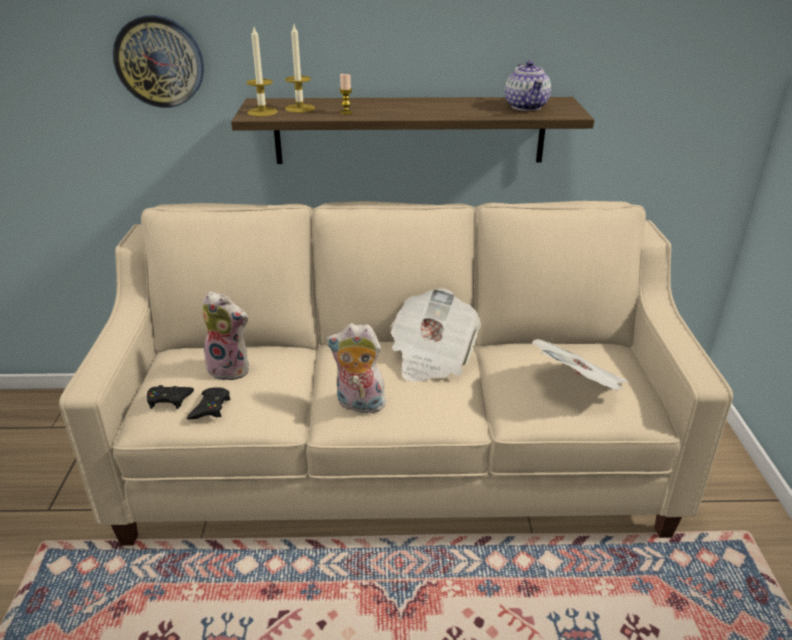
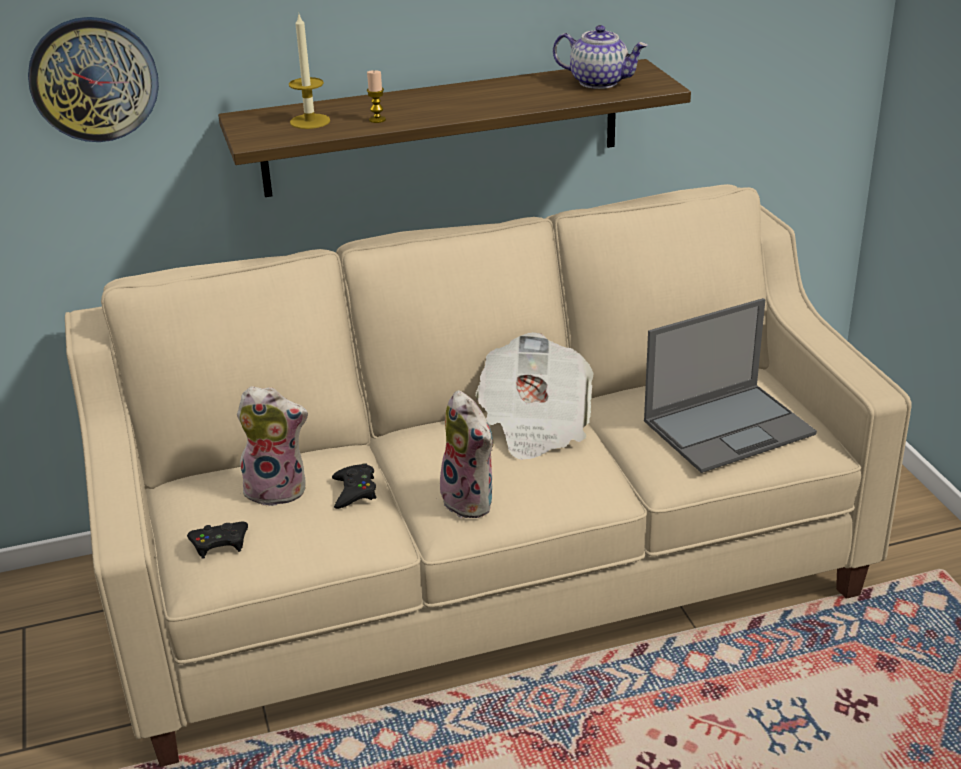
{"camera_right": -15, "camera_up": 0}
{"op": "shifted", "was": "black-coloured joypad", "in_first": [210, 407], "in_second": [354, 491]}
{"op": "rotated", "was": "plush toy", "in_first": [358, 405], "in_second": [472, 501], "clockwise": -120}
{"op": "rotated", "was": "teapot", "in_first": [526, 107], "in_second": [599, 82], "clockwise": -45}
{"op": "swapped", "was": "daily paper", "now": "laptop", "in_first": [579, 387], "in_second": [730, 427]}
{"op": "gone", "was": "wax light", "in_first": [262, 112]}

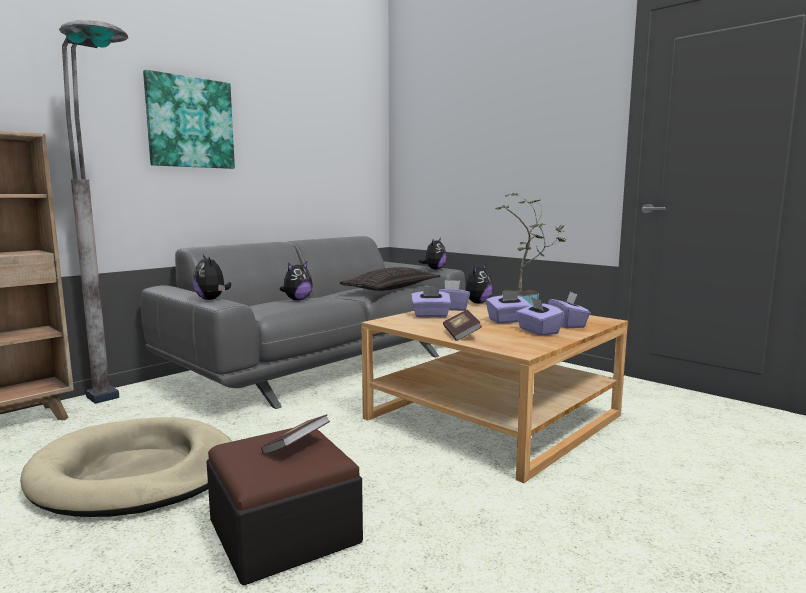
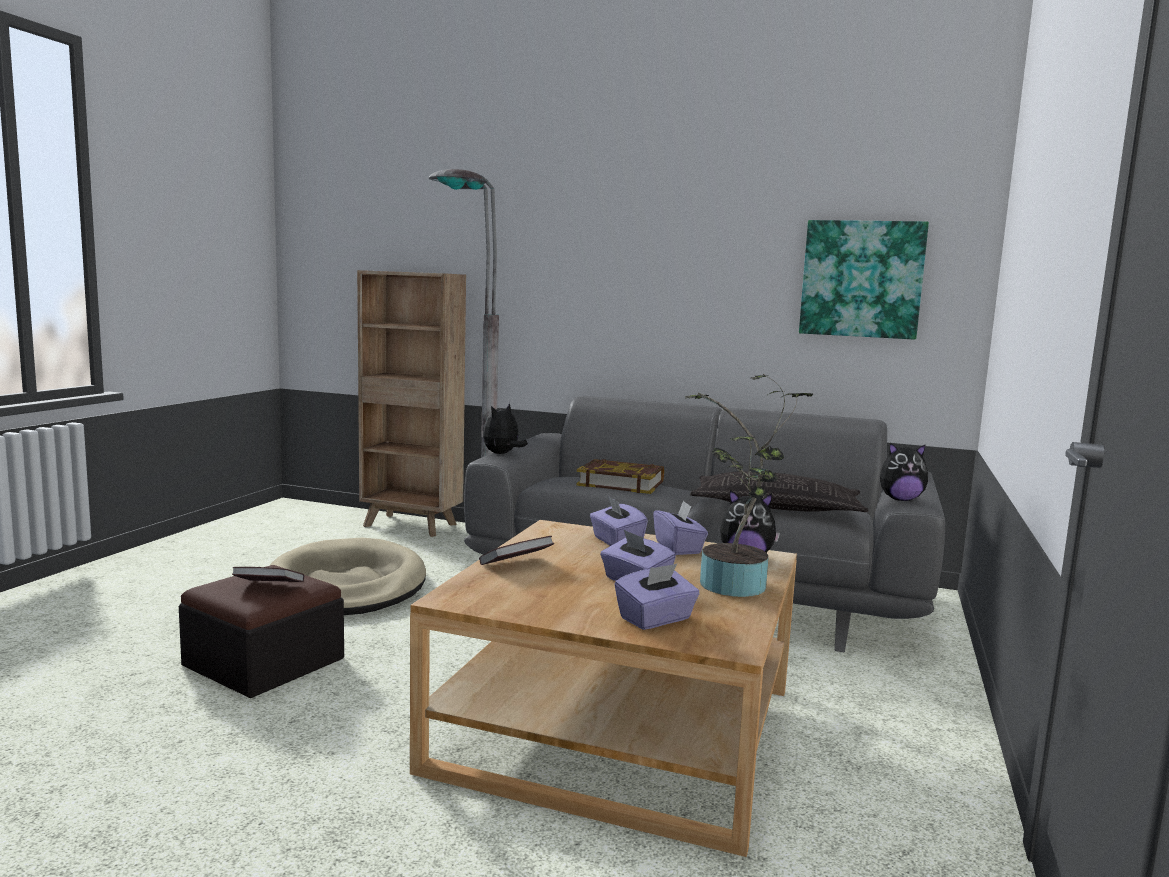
{"camera_right": 65, "camera_up": 0}
{"op": "swapped", "was": "plush toy", "now": "volume", "in_first": [297, 300], "in_second": [621, 483]}
{"op": "shifted", "was": "wall picture", "in_first": [190, 123], "in_second": [861, 279]}
{"op": "gone", "was": "purplish tissue holder", "in_first": [538, 331]}

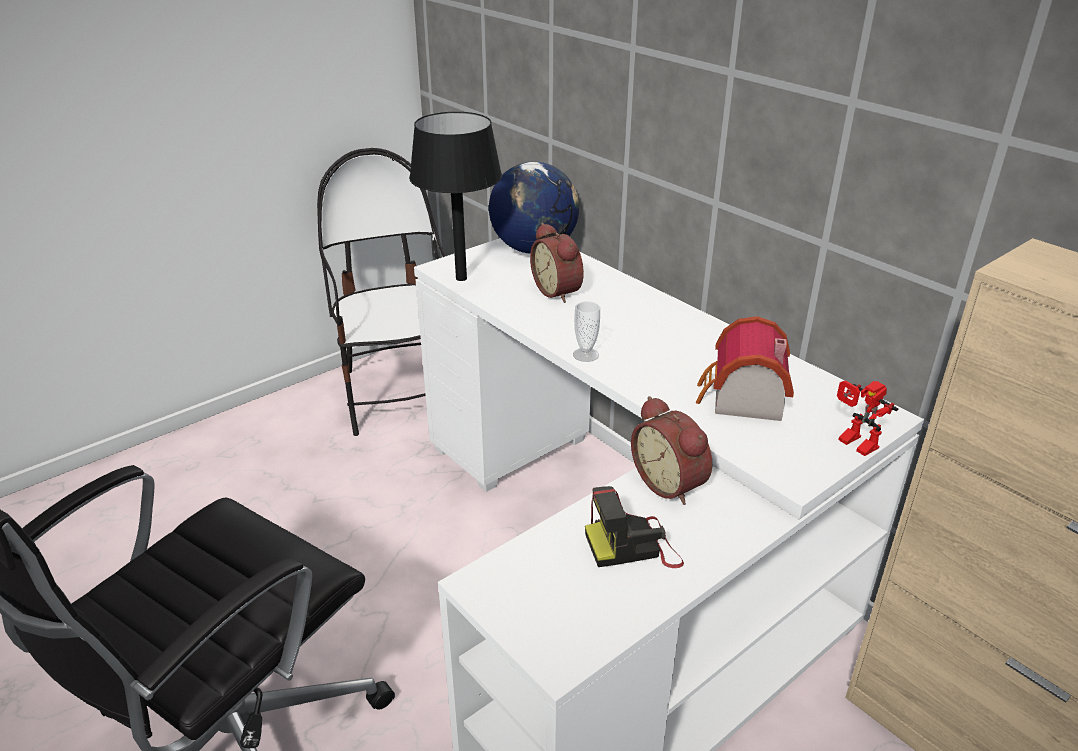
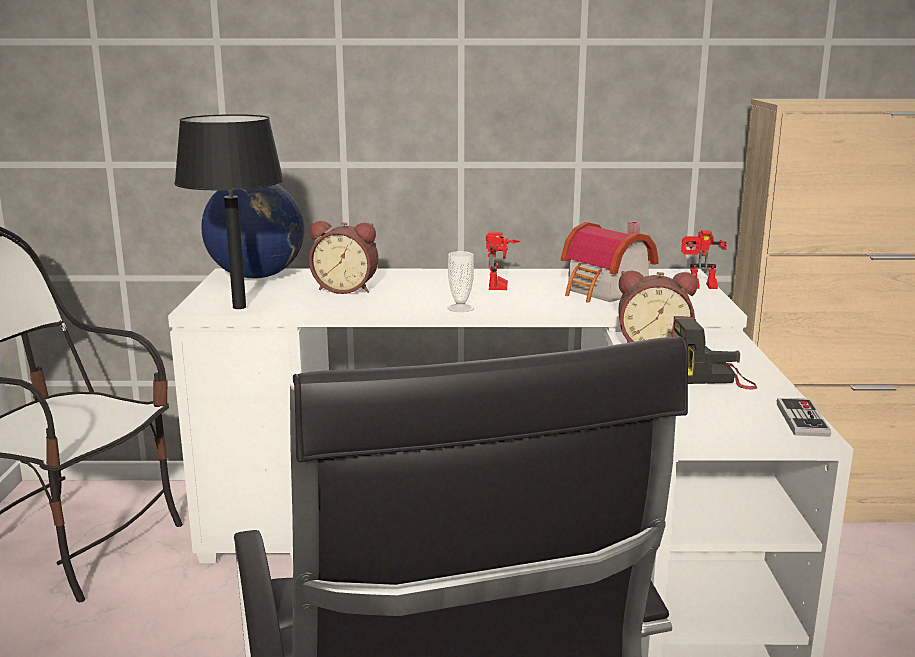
{"camera_right": -50, "camera_up": -15}
{"op": "new", "now": "robot figure", "in_second": [502, 287]}
{"op": "rotated", "was": "still camera", "in_first": [633, 546], "in_second": [710, 377], "clockwise": 60}
{"op": "new", "now": "joypad", "in_second": [802, 420]}

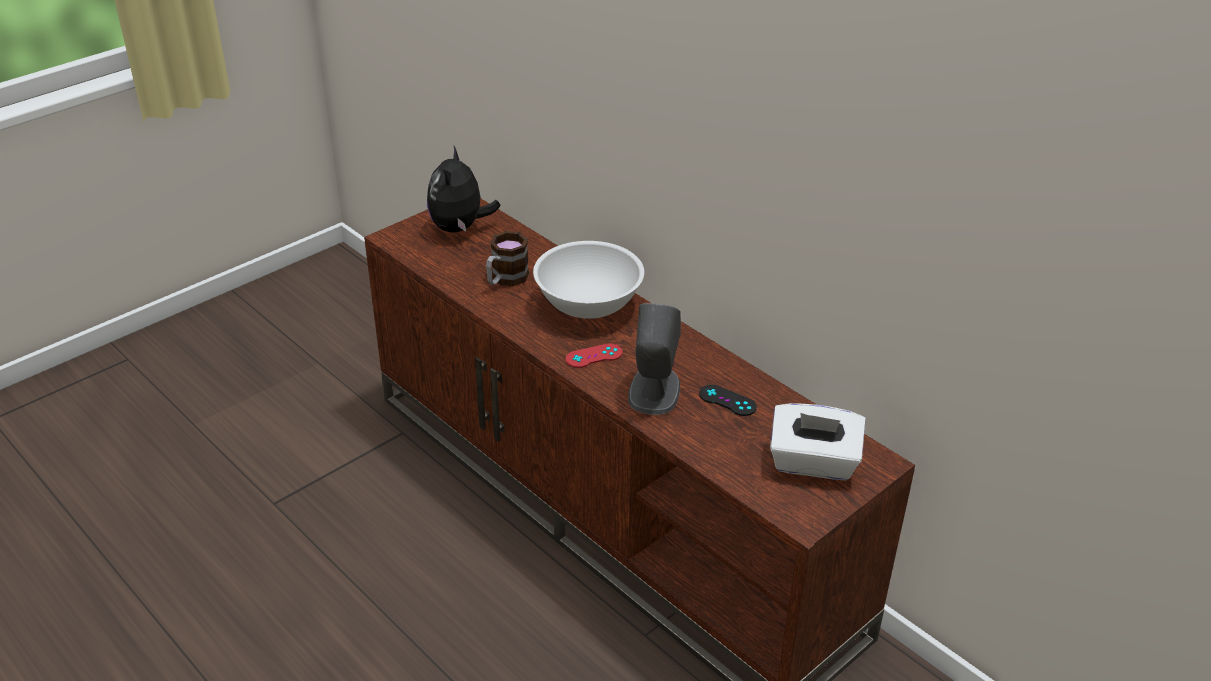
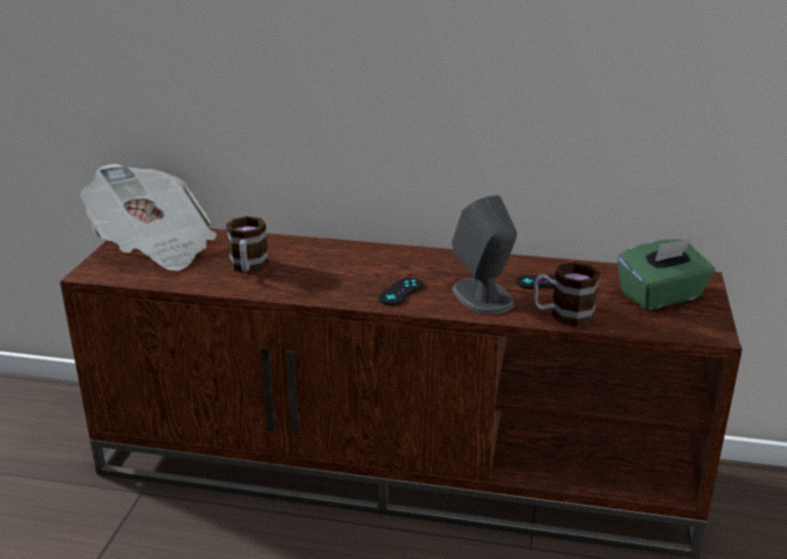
{"camera_right": -35, "camera_up": -10}
{"op": "swapped", "was": "plush toy", "now": "daily paper", "in_first": [460, 228], "in_second": [154, 247]}
{"op": "repainted", "was": "reddish joypad", "now": "black-coloured joypad", "in_first": [594, 356], "in_second": [401, 292]}
{"op": "new", "now": "mug", "in_second": [563, 315]}
{"op": "repainted", "was": "whitish tissue holder", "now": "greenish tissue holder", "in_first": [813, 463], "in_second": [661, 296]}
{"op": "gone", "was": "whitish serving bowl", "in_first": [588, 304]}

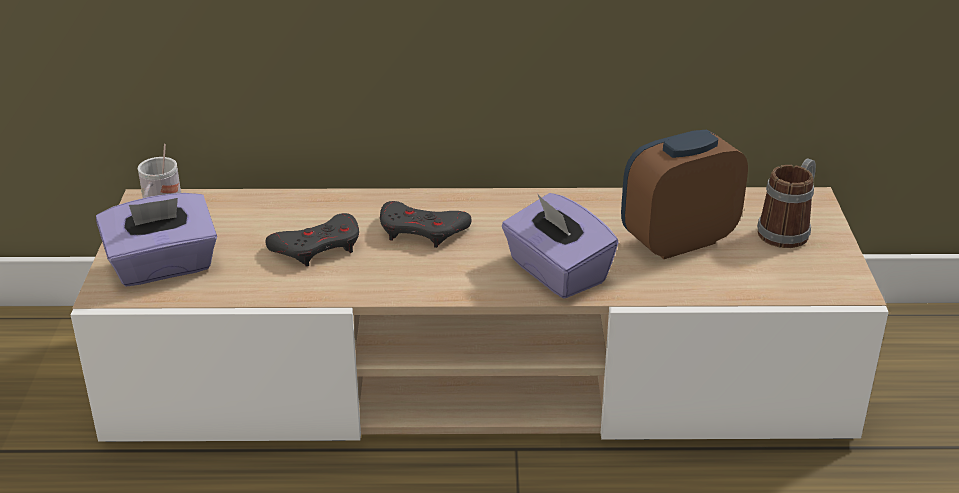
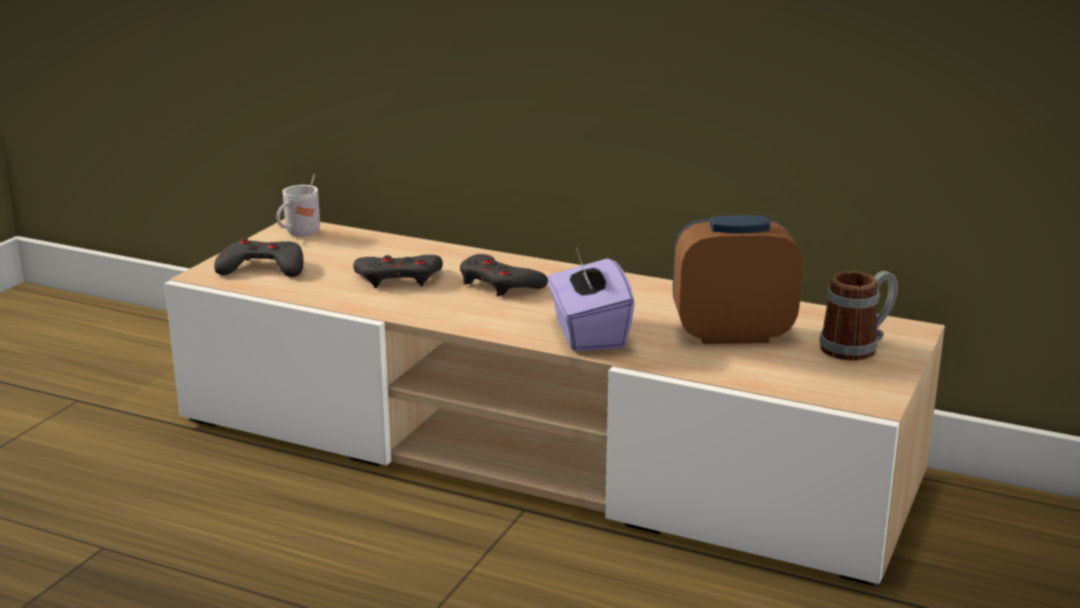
{"camera_right": 25, "camera_up": -10}
{"op": "swapped", "was": "purplish tissue holder", "now": "greyish joypad", "in_first": [163, 267], "in_second": [262, 268]}

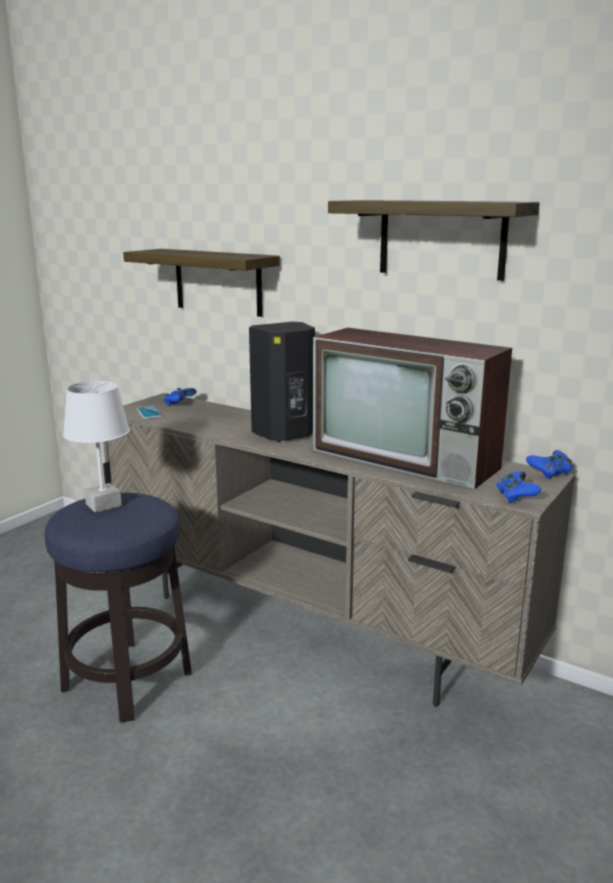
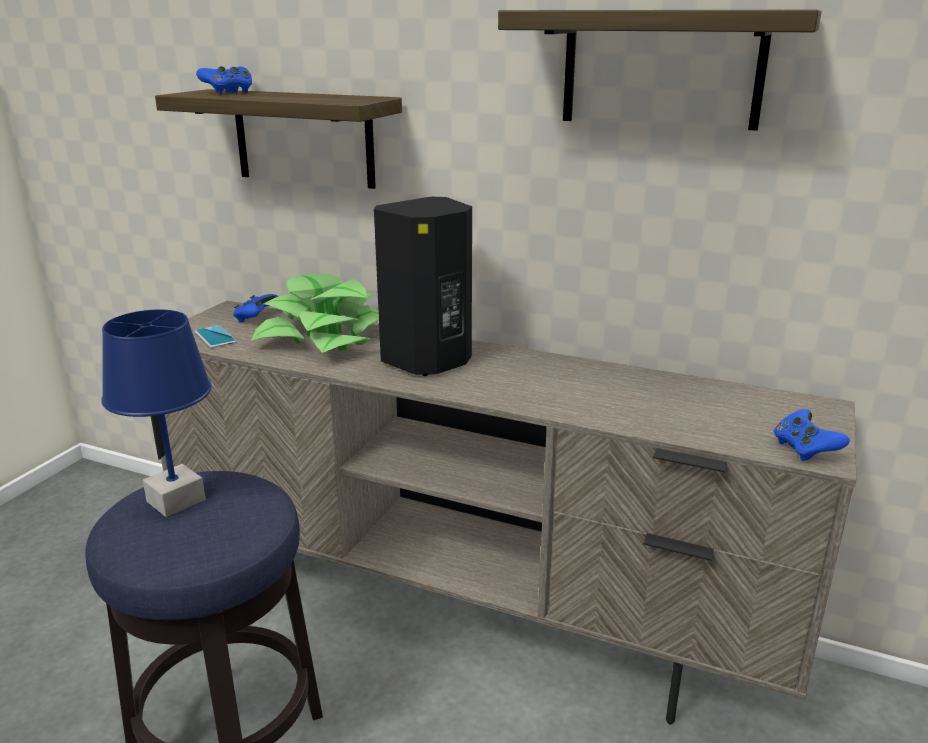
{"camera_right": -10, "camera_up": 5}
{"op": "repainted", "was": "whitish tabletop lamp", "now": "blue tabletop lamp", "in_first": [103, 505], "in_second": [175, 501]}
{"op": "shifted", "was": "blue joypad", "in_first": [549, 474], "in_second": [228, 92]}
{"op": "new", "now": "houseplant", "in_second": [324, 337]}
{"op": "gone", "was": "TV", "in_first": [407, 459]}

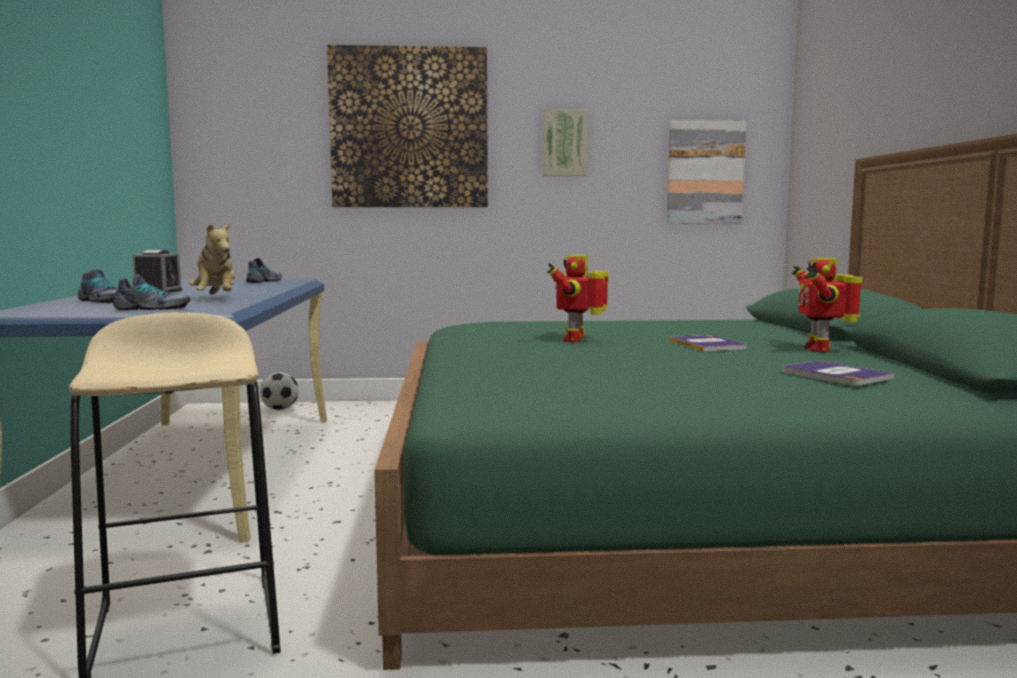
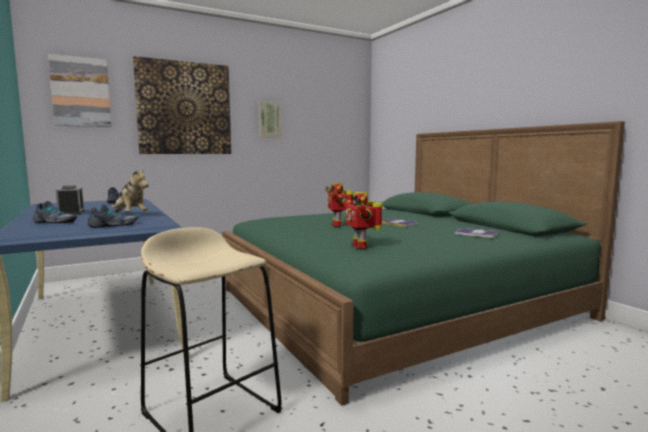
{"camera_right": -25, "camera_up": 0}
{"op": "shifted", "was": "wall picture", "in_first": [705, 173], "in_second": [81, 92]}
{"op": "shifted", "was": "robot figure", "in_first": [820, 349], "in_second": [360, 246]}
{"op": "gone", "was": "ball for football", "in_first": [280, 409]}

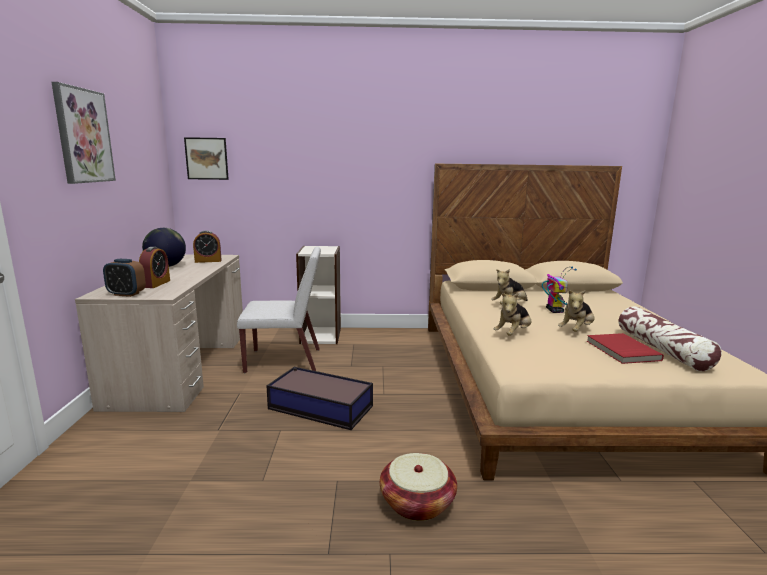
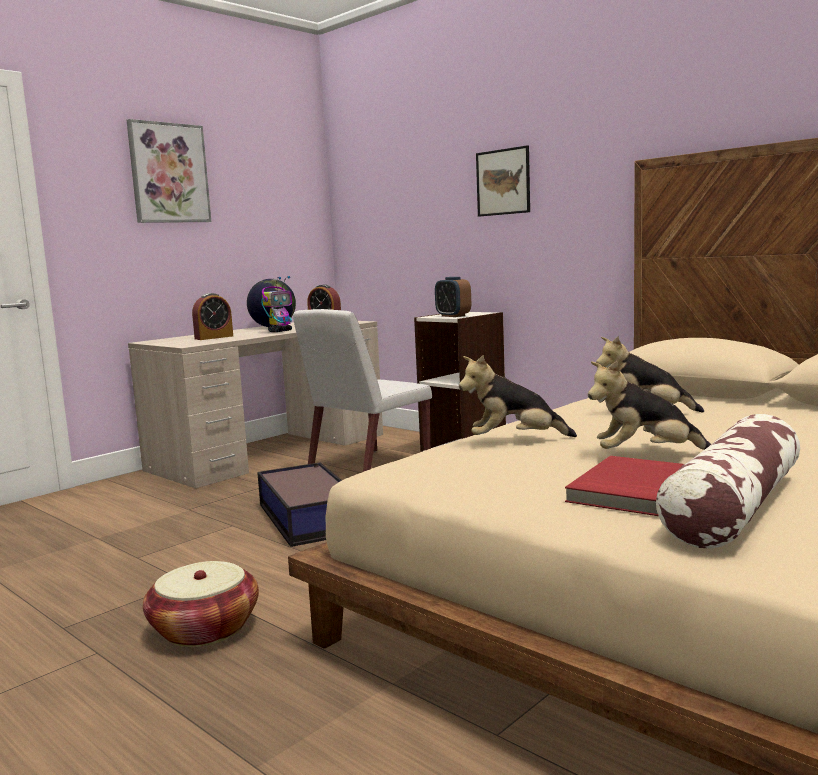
{"camera_right": 45, "camera_up": -5}
{"op": "shifted", "was": "robot figure", "in_first": [554, 310], "in_second": [280, 331]}
{"op": "rotated", "was": "whitish plain chair", "in_first": [285, 361], "in_second": [368, 467], "clockwise": 90}
{"op": "shifted", "was": "alarm clock", "in_first": [126, 294], "in_second": [453, 316]}
{"op": "shifted", "was": "wall picture", "in_first": [206, 158], "in_second": [503, 182]}

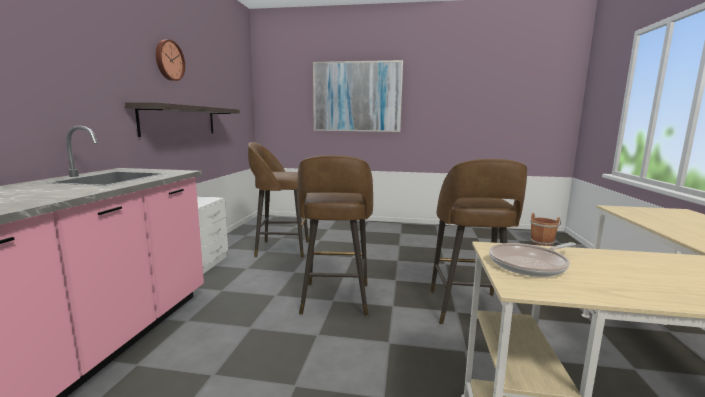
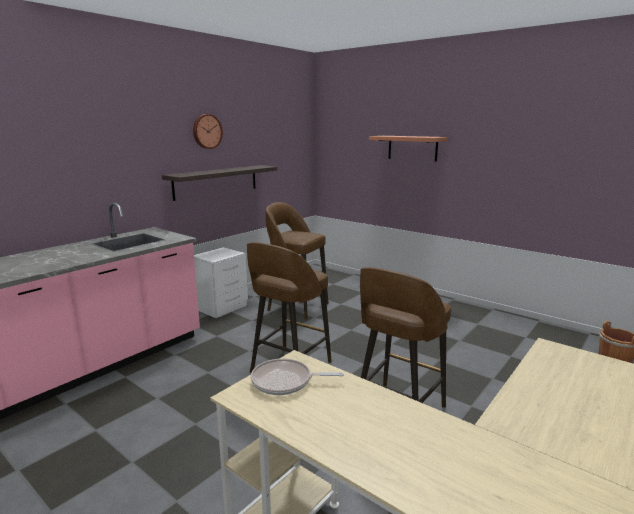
{"camera_right": 30, "camera_up": 5}
{"op": "swapped", "was": "wall picture", "now": "wall shelf", "in_first": [357, 97], "in_second": [412, 148]}

